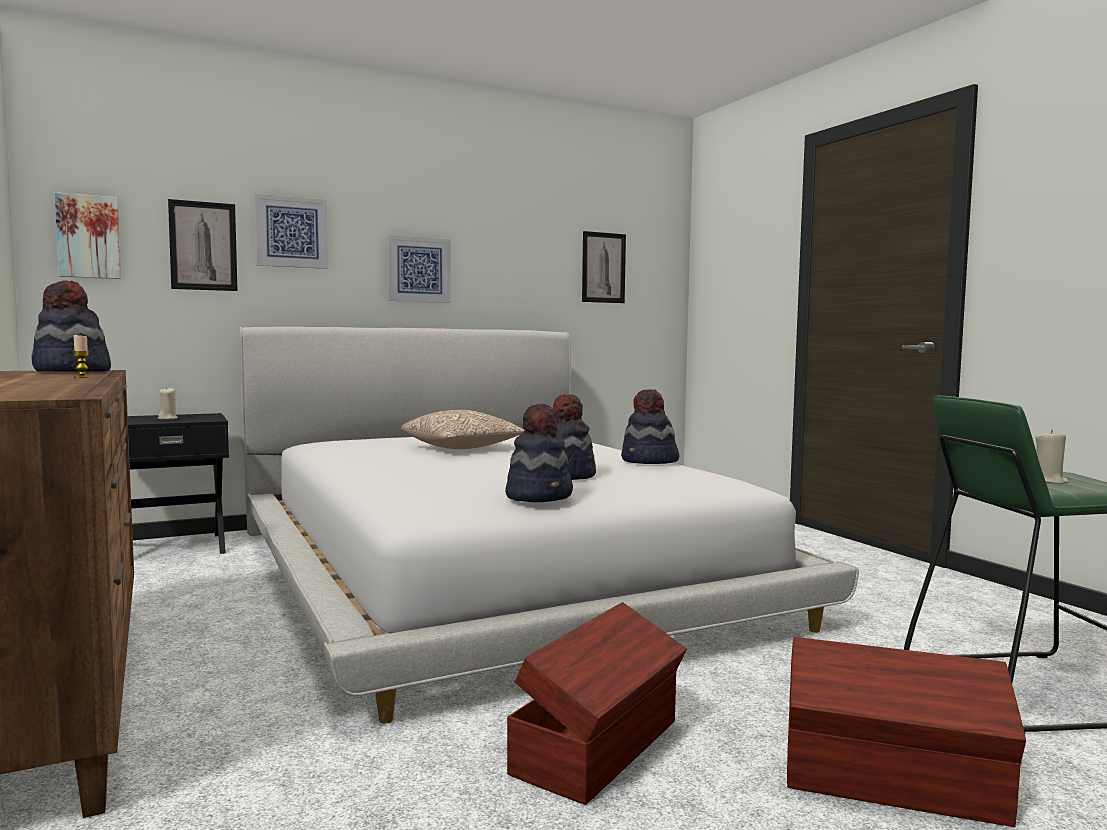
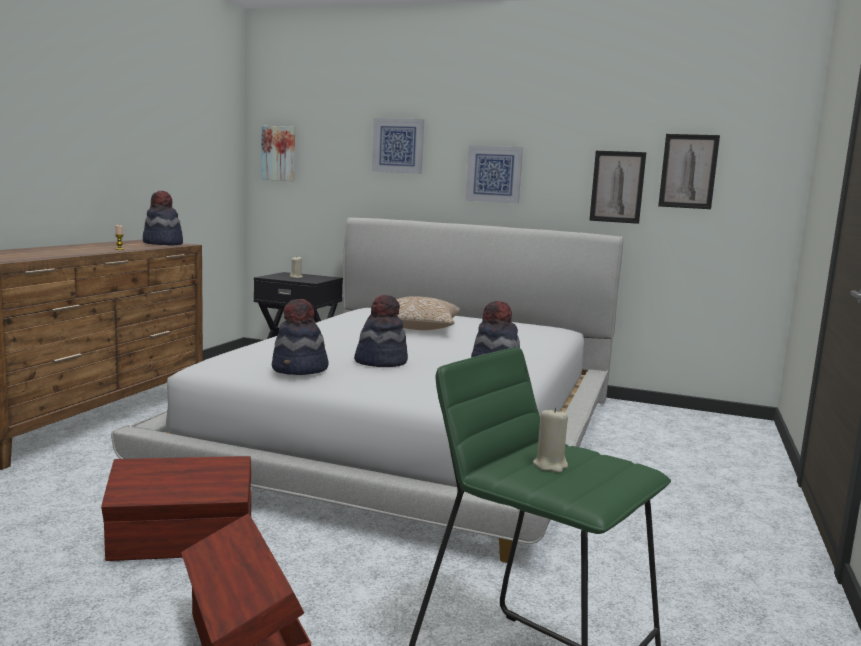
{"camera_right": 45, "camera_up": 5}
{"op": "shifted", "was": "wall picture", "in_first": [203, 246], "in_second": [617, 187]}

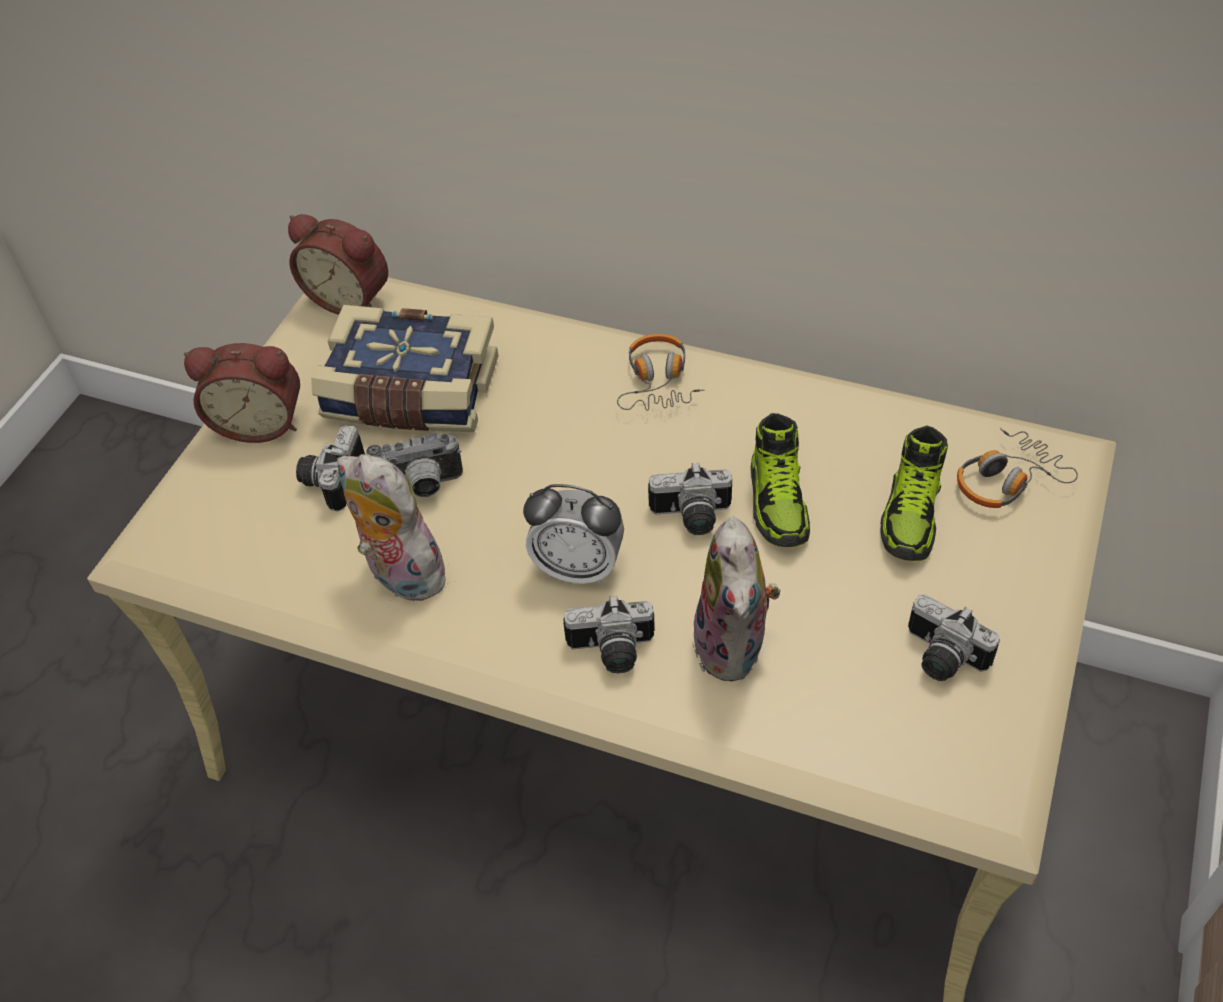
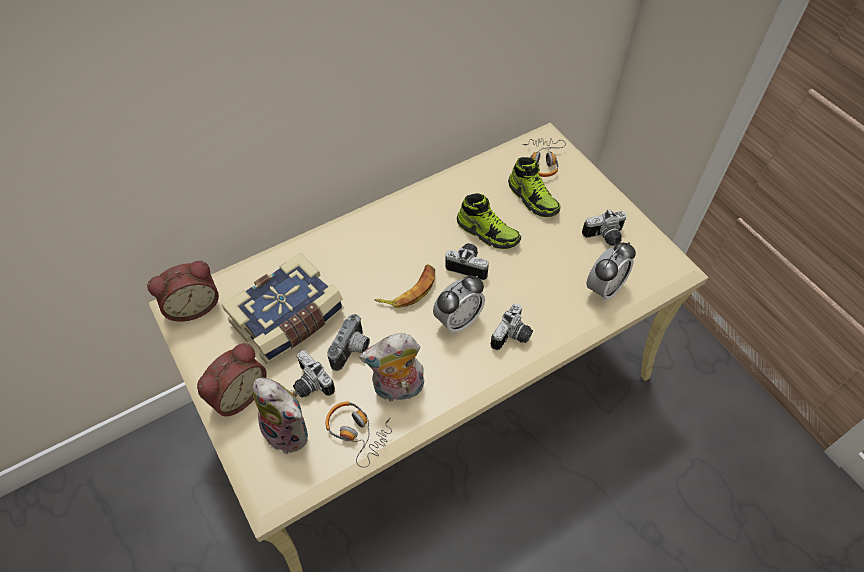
{"camera_right": -55, "camera_up": 5}
{"op": "shifted", "was": "plush toy", "in_first": [735, 647], "in_second": [290, 431]}
{"op": "shifted", "was": "headphones", "in_first": [657, 381], "in_second": [357, 433]}
{"op": "new", "now": "banana", "in_second": [409, 290]}
{"op": "rotated", "was": "still camera", "in_first": [691, 518], "in_second": [468, 265], "clockwise": -105}
{"op": "new", "now": "alarm clock", "in_second": [604, 288]}

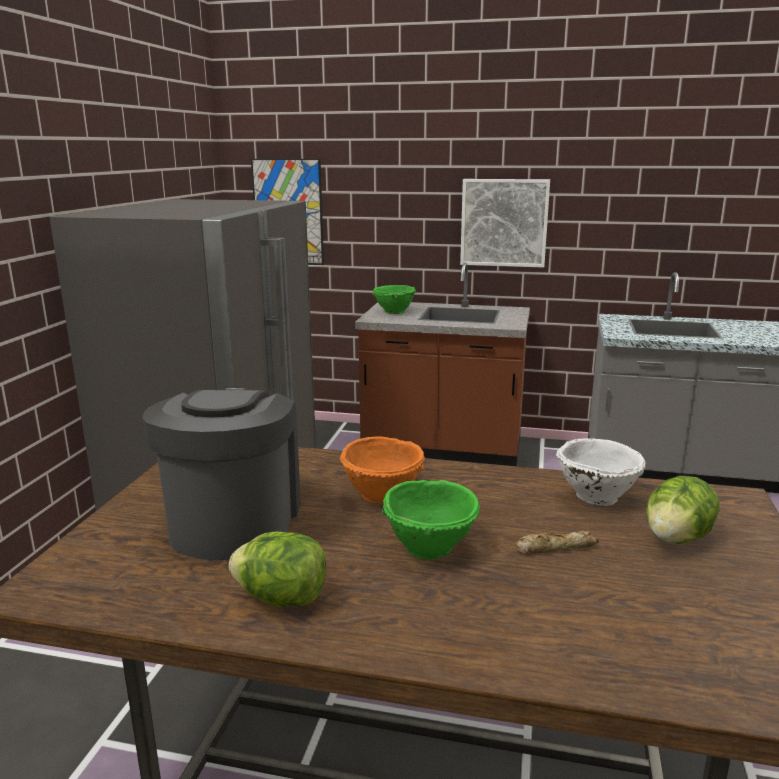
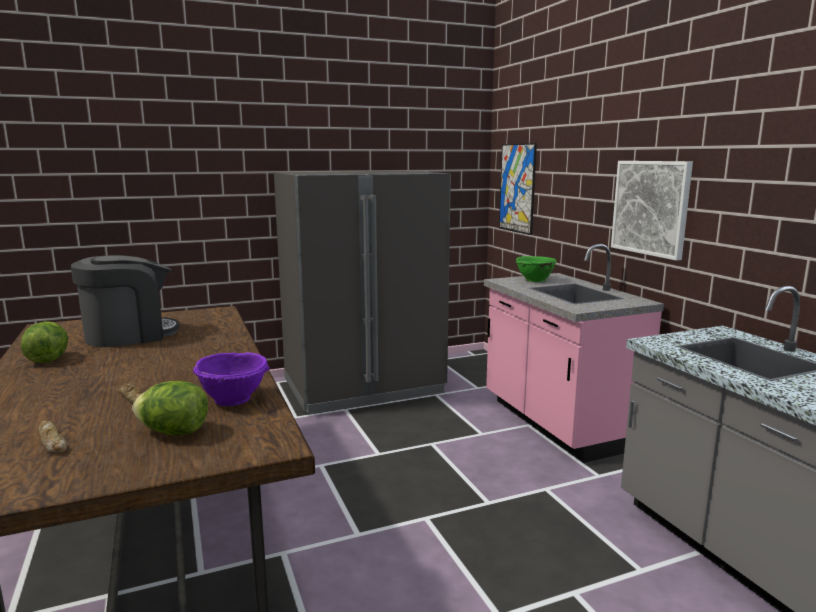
{"camera_right": 55, "camera_up": -5}
{"op": "new", "now": "bread", "in_second": [51, 442]}
{"op": "repainted", "was": "whitish serving bowl", "now": "purplish serving bowl", "in_first": [595, 496], "in_second": [234, 399]}
{"op": "repainted", "was": "brown-coloured kitchen base unit", "now": "pinkish kitchen base unit", "in_first": [442, 449], "in_second": [557, 424]}
{"op": "gone", "was": "orange serving bowl", "in_first": [383, 494]}
{"op": "gone", "was": "greenish serving bowl", "in_first": [430, 547]}

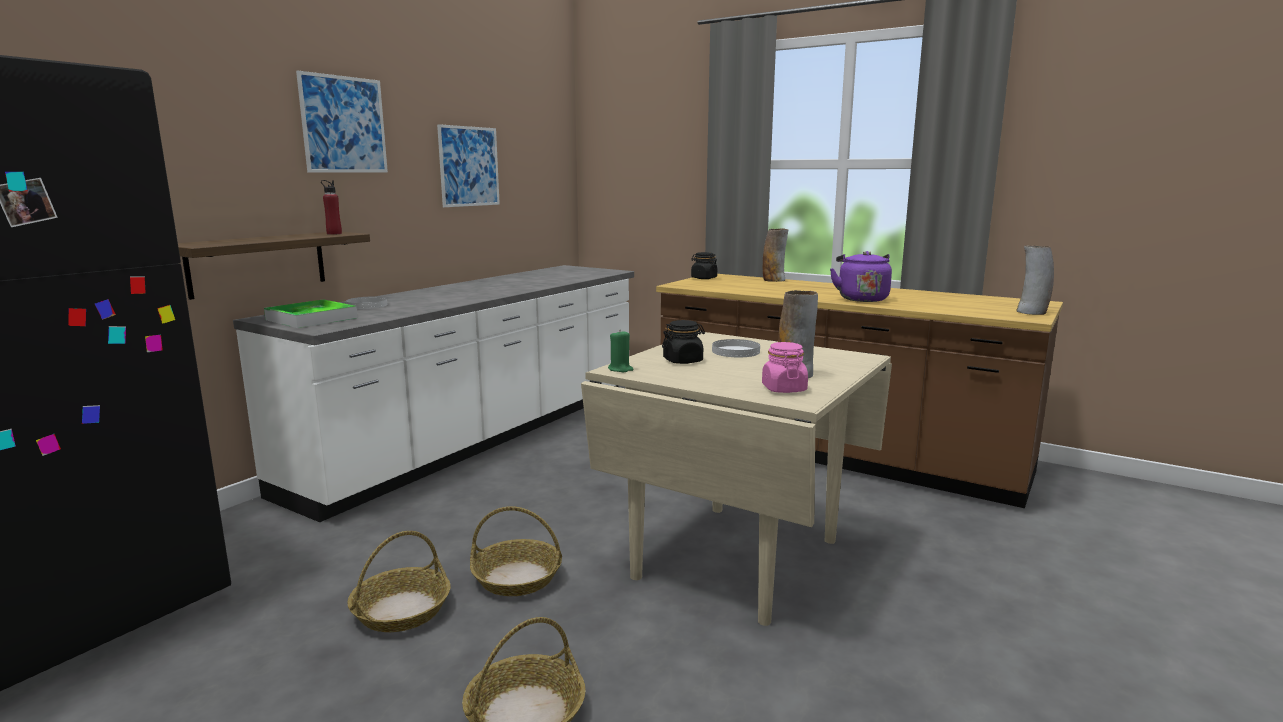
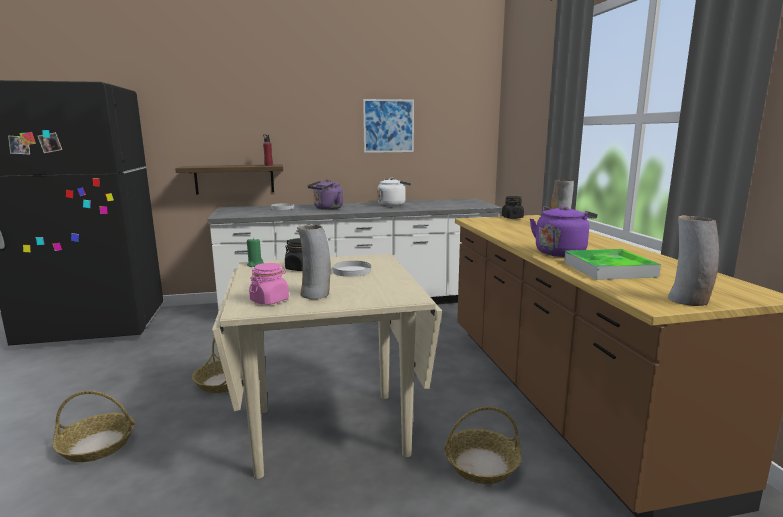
{"camera_right": 45, "camera_up": 0}
{"op": "new", "now": "purplish water kettle", "in_second": [327, 208]}
{"op": "new", "now": "whitish water kettle", "in_second": [393, 205]}
{"op": "shifted", "was": "household basket", "in_first": [402, 610], "in_second": [481, 464]}
{"op": "shifted", "was": "serving tray", "in_first": [311, 319], "in_second": [608, 269]}
{"op": "gone", "was": "wall picture", "in_first": [344, 124]}

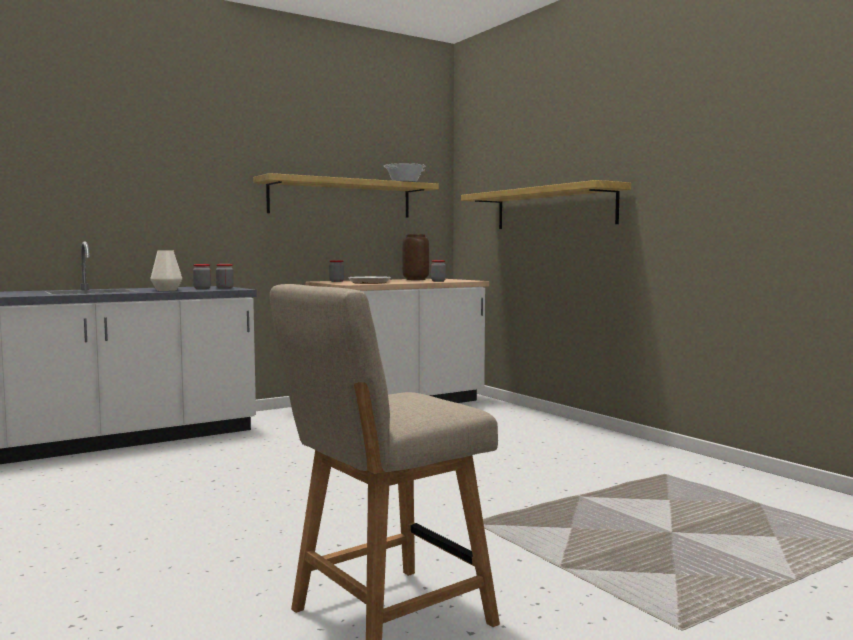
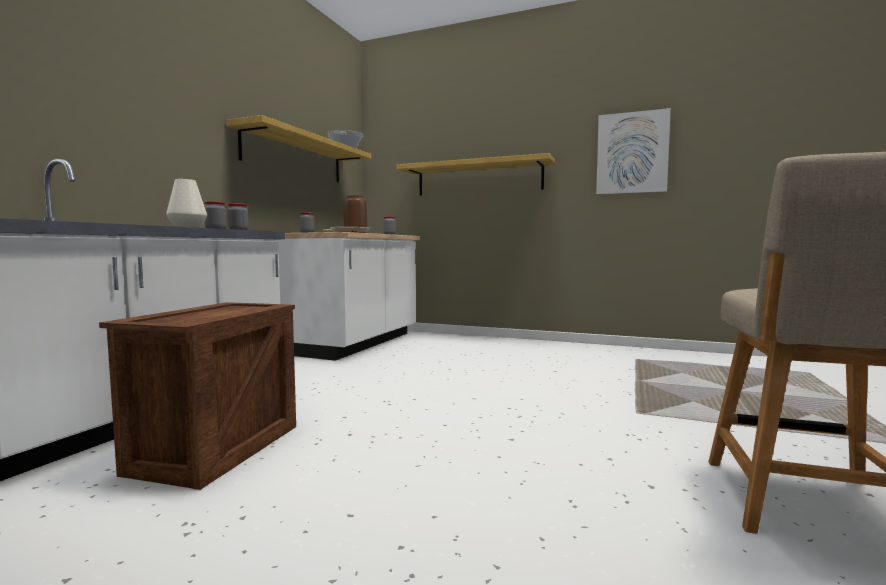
{"camera_right": -35, "camera_up": 0}
{"op": "new", "now": "crate", "in_second": [216, 448]}
{"op": "new", "now": "wall picture", "in_second": [632, 153]}

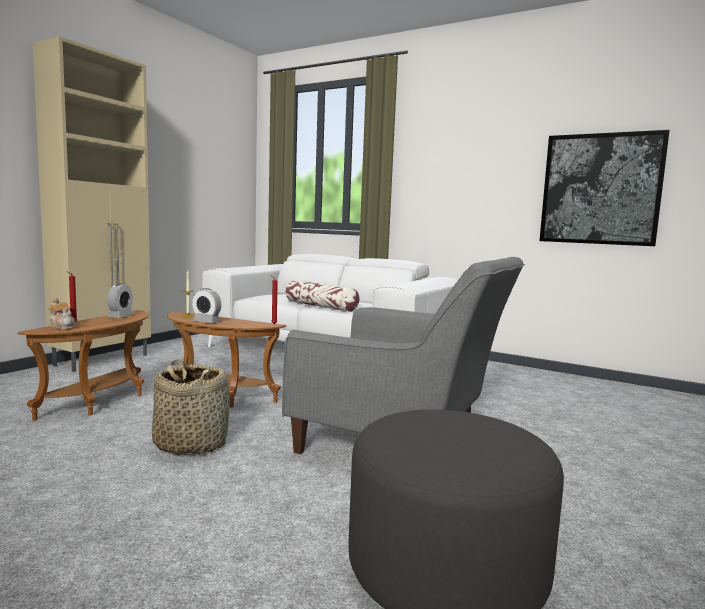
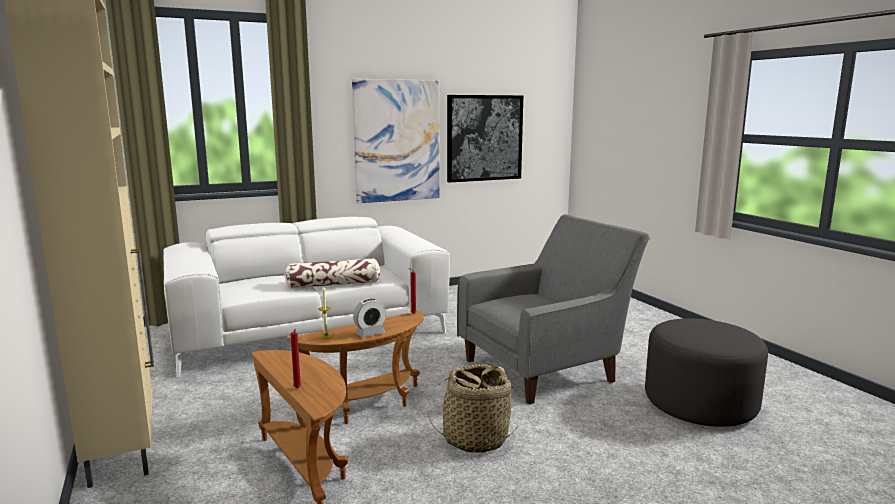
{"camera_right": -55, "camera_up": 5}
{"op": "new", "now": "wall picture", "in_second": [397, 141]}
{"op": "gone", "was": "teapot", "in_first": [62, 327]}
{"op": "gone", "was": "alarm clock", "in_first": [120, 316]}

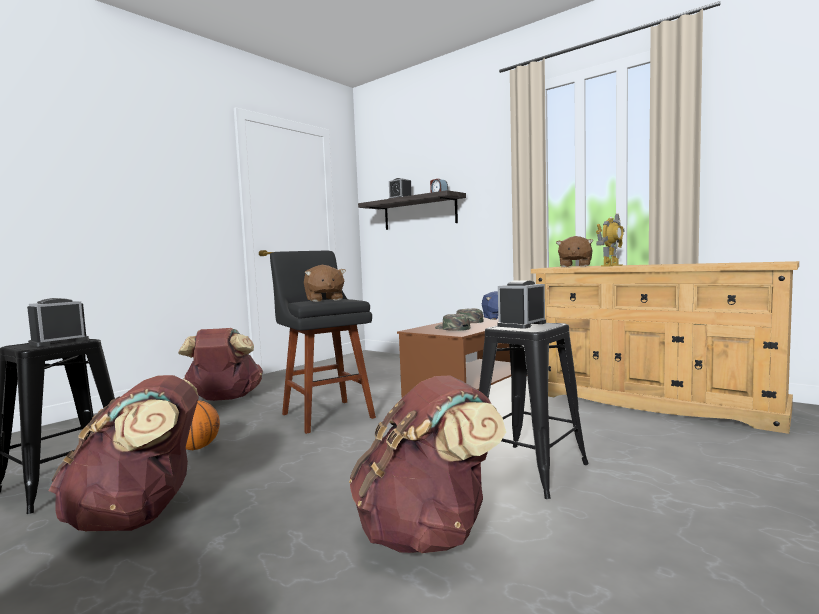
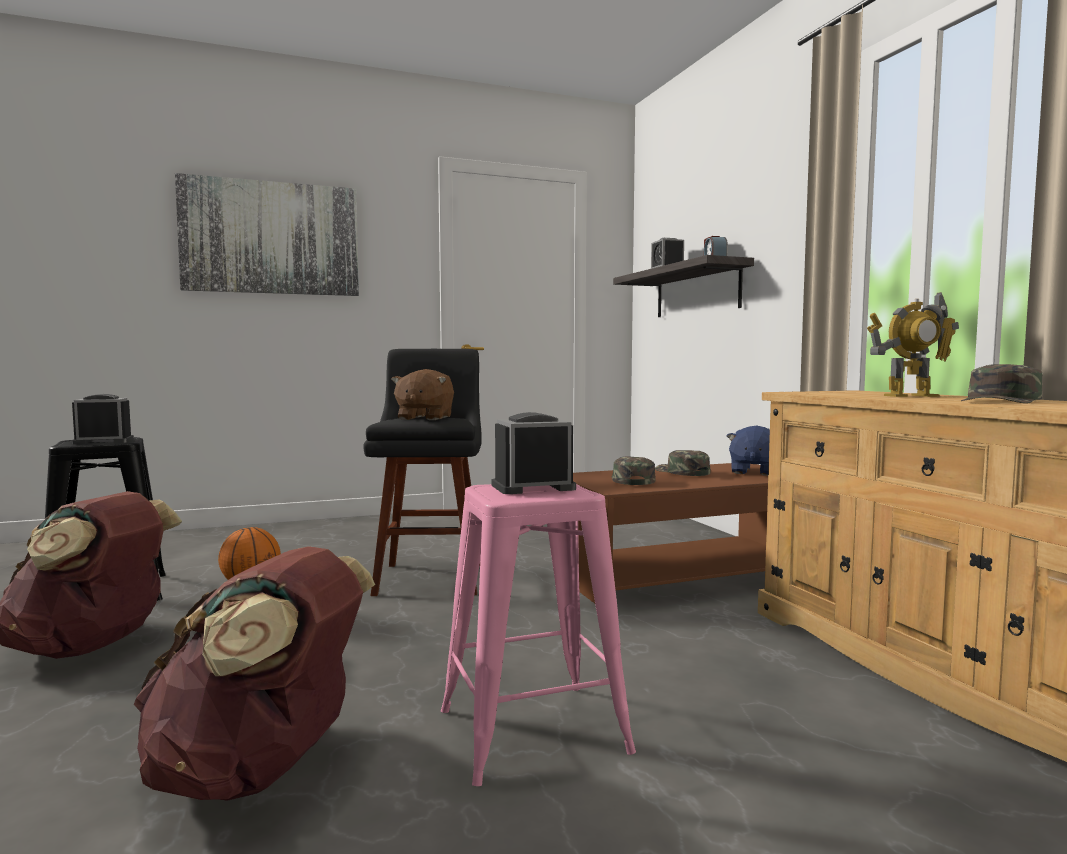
{"camera_right": 30, "camera_up": 0}
{"op": "new", "now": "wall picture", "in_second": [271, 238]}
{"op": "repainted", "was": "black-coloured stool", "now": "pinkish stool", "in_first": [529, 469], "in_second": [533, 731]}
{"op": "new", "now": "greenish baseball cap", "in_second": [1001, 401]}
{"op": "gone", "was": "brown-coloured rucksack", "in_first": [224, 399]}
{"op": "gone", "was": "brown-coloured plush toy", "in_first": [574, 266]}

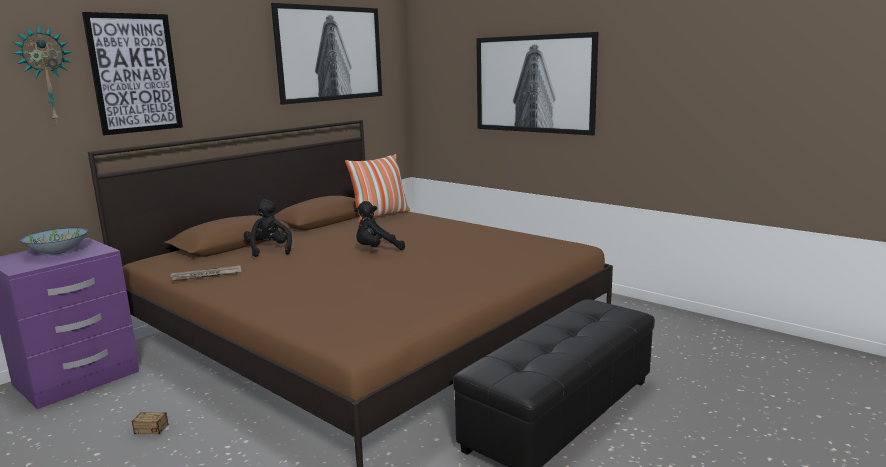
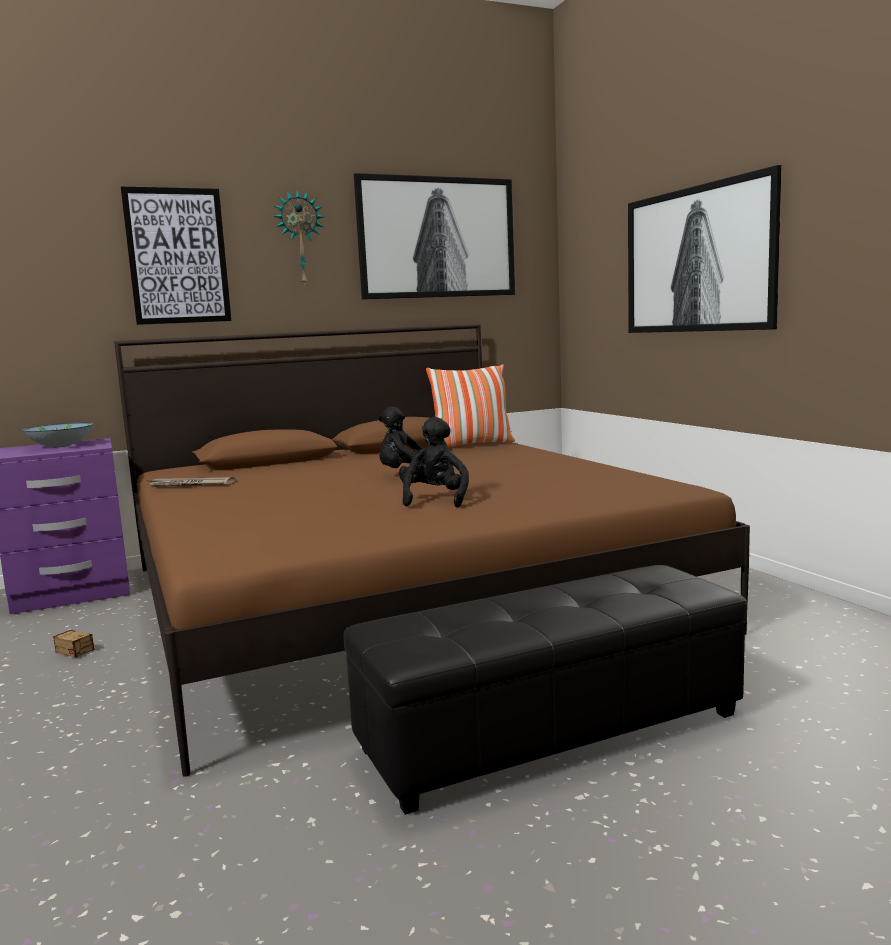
{"camera_right": 25, "camera_up": -5}
{"op": "shifted", "was": "wall clock", "in_first": [45, 74], "in_second": [300, 238]}
{"op": "shifted", "was": "black-coloured plush toy", "in_first": [269, 250], "in_second": [435, 500]}

